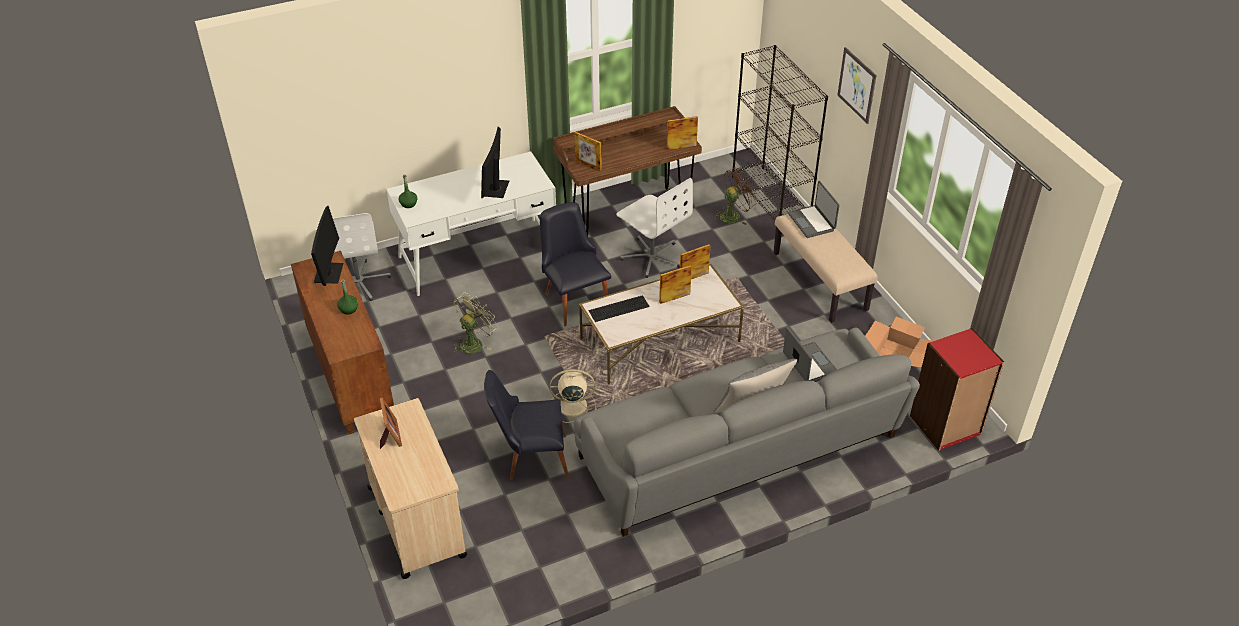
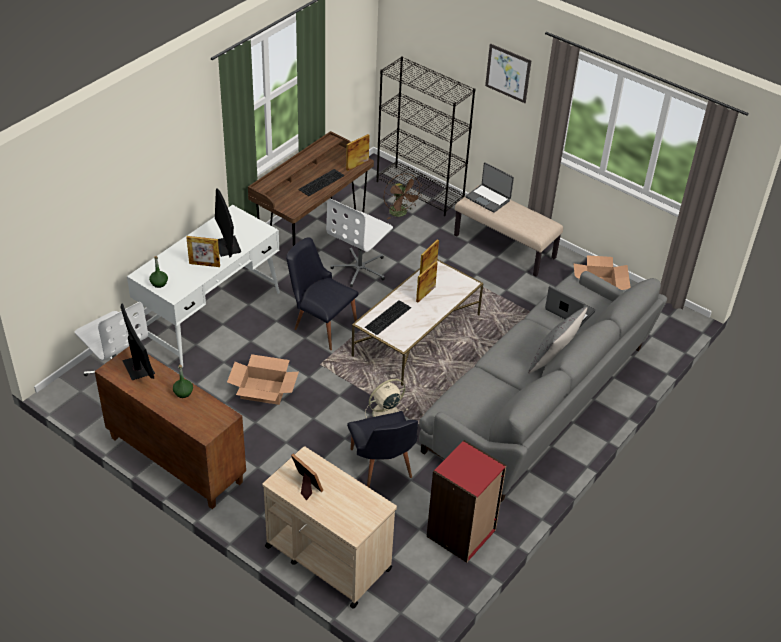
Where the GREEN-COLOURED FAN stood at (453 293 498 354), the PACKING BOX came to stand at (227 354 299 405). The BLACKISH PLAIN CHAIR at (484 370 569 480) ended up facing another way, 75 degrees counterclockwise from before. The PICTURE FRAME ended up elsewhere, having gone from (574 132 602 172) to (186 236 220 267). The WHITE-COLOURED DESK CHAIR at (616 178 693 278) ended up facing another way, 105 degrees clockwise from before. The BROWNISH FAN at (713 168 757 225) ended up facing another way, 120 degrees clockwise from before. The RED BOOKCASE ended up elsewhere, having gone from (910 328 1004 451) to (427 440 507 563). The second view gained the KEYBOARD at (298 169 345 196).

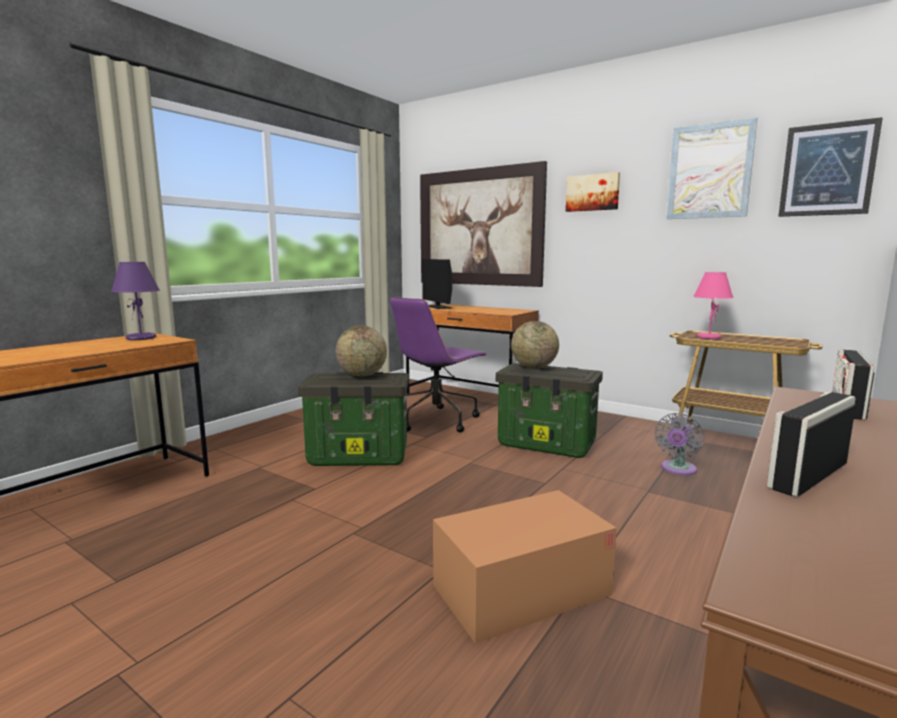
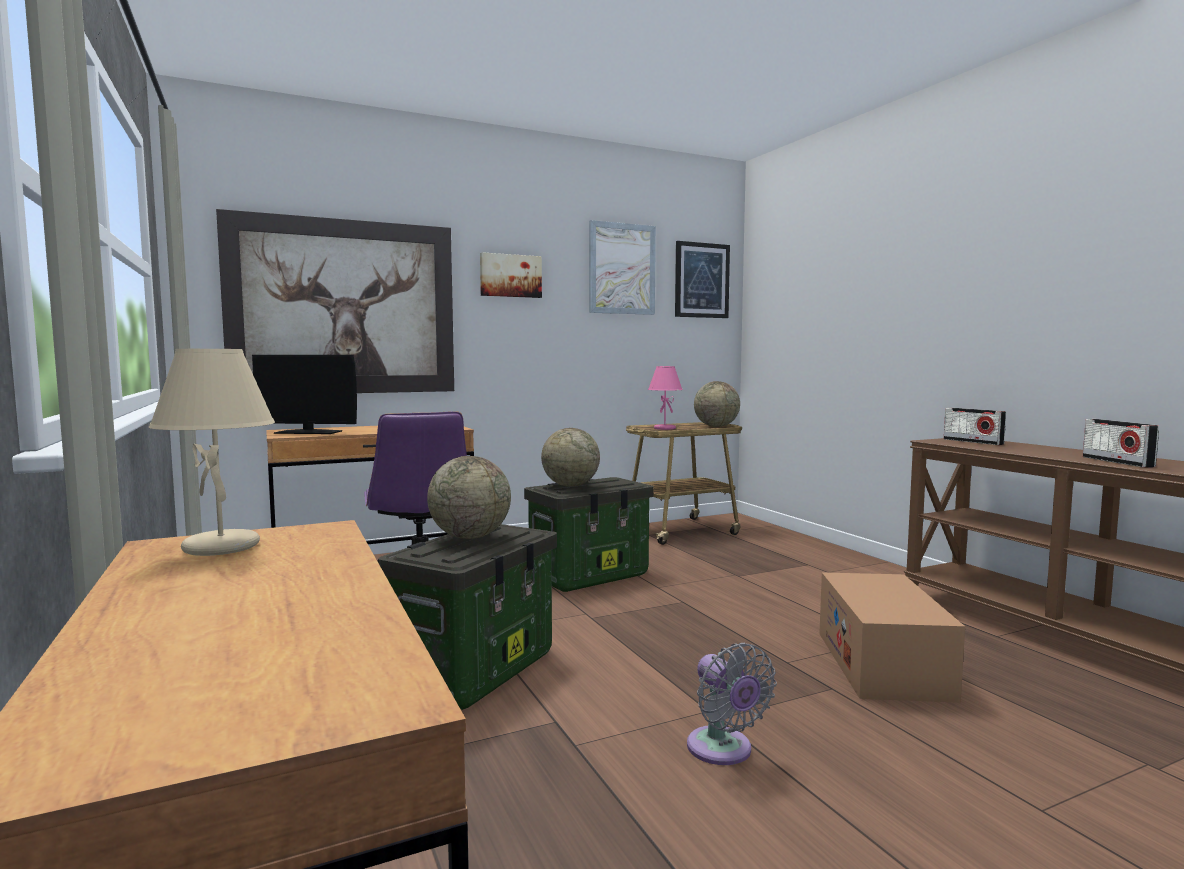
What was the PURPLE-COLOURED LAMP FOR A TABLE at (111 262 160 340) turned into the BEIGE LAMP FOR A TABLE at (149 349 275 556). The GREY FAN ended up elsewhere, having gone from (655 413 704 475) to (687 643 777 765). The second view gained the DESK GLOBE at (694 381 740 427).

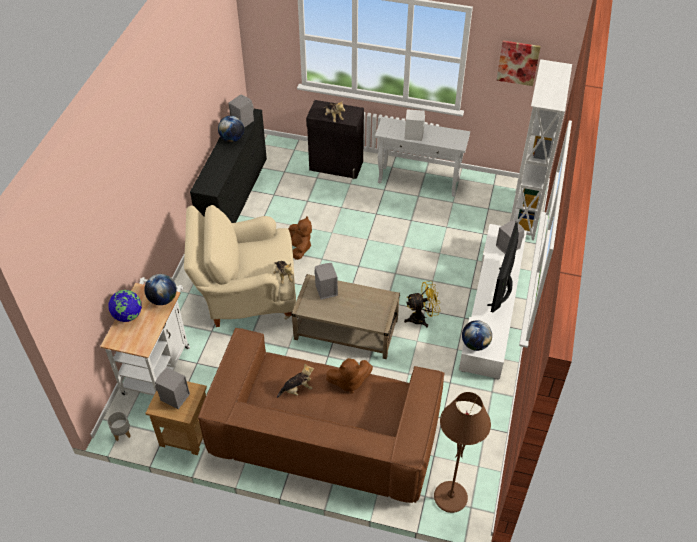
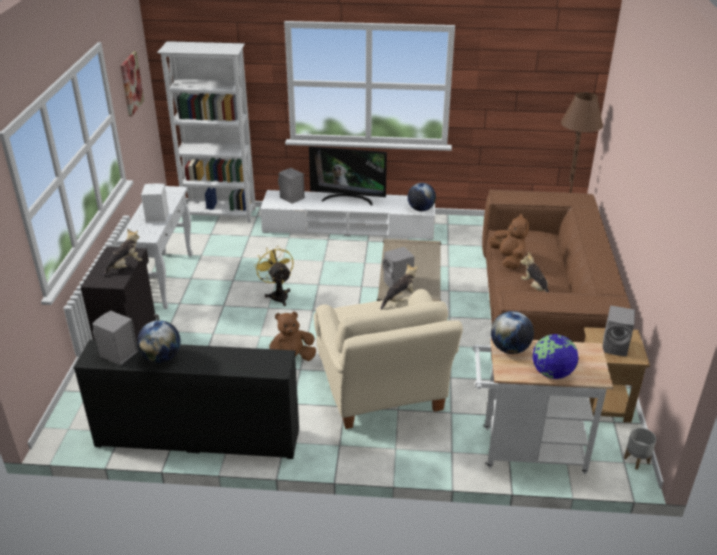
The YELLOW FAN ended up elsewhere, having gone from (404 281 440 327) to (254 246 294 306).

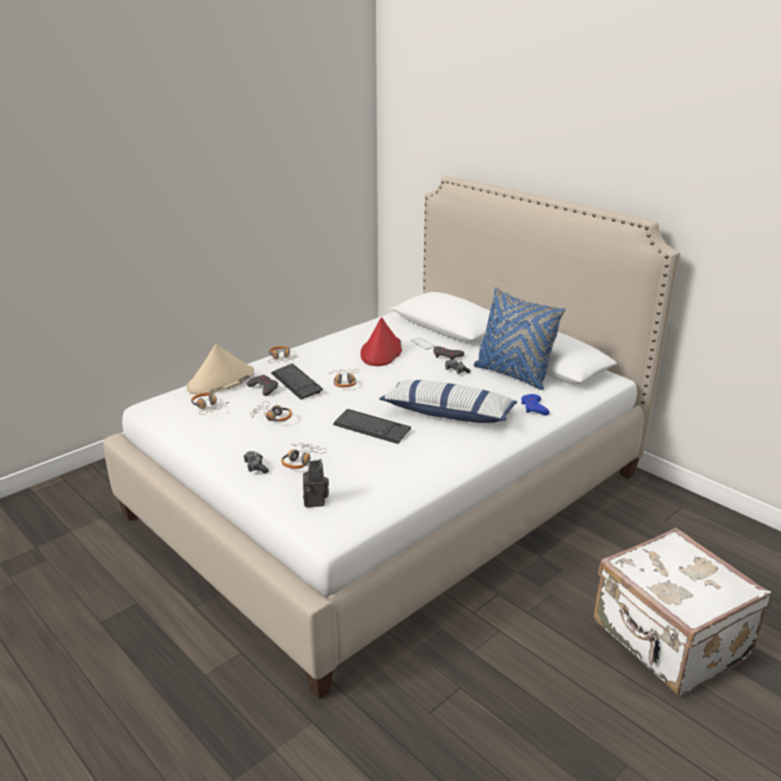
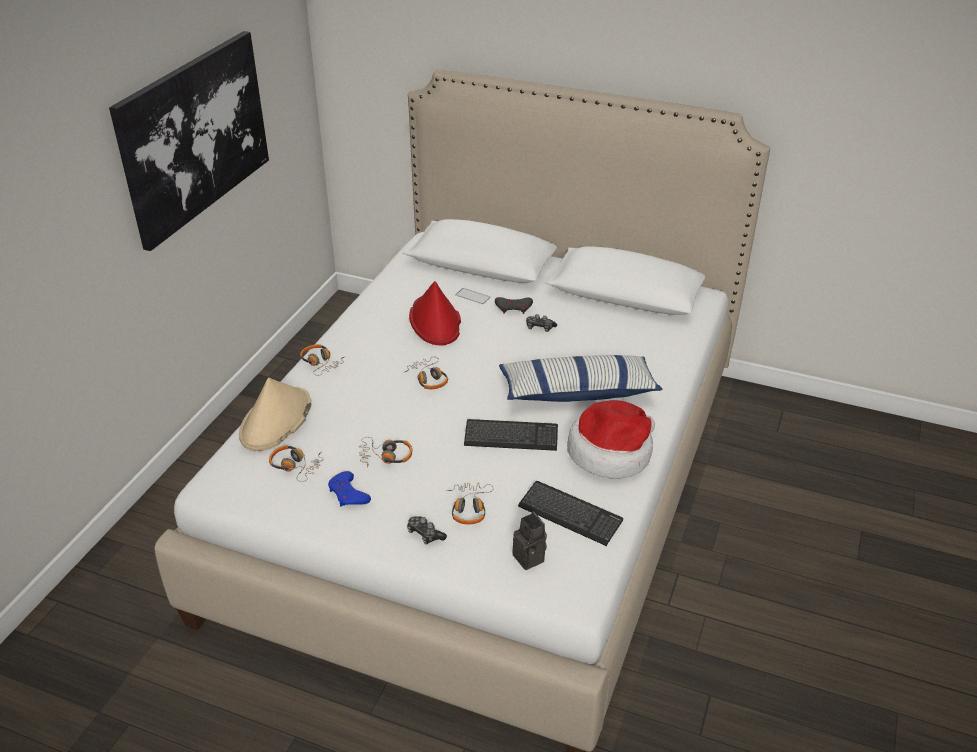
The second view lost the GREY GAME CONTROLLER at (247 375 278 396). The KEYBOARD ended up elsewhere, having gone from (271 364 323 400) to (518 481 623 546). The second view lost the BLUE-COLOURED THROW PILLOW at (473 287 566 390). The BLUE-COLOURED GAME CONTROLLER ended up elsewhere, having gone from (521 394 550 415) to (328 471 371 507). The second view lost the WHITE-COLOURED TRAVEL CASE at (594 528 771 696). The second view gained the WALL ART at (109 31 269 251). The second view gained the WEARABLE HAT at (567 400 655 479).

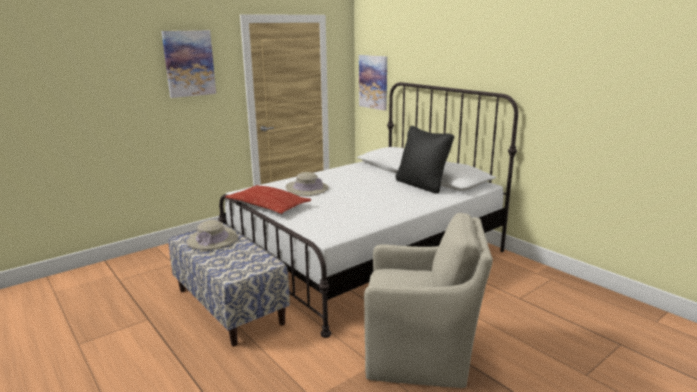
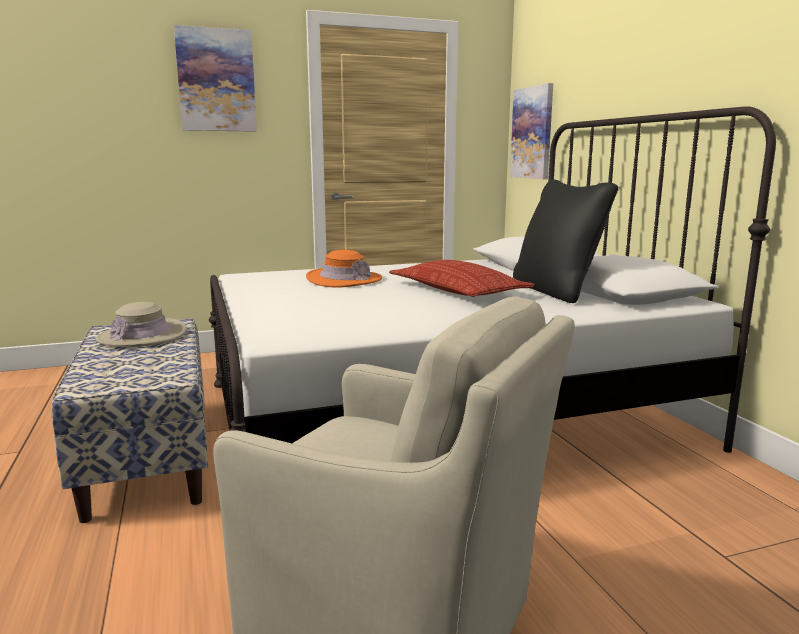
The THROW PILLOW ended up elsewhere, having gone from (225 185 312 214) to (389 260 535 297). What was the BEIGE WEARABLE HAT at (285 172 328 196) turned into the ORANGE-COLOURED WEARABLE HAT at (306 250 382 287).

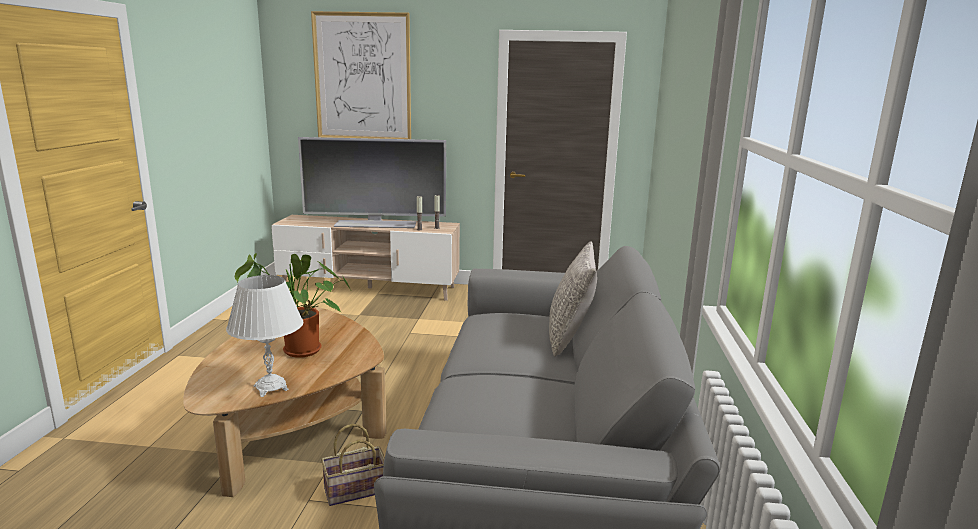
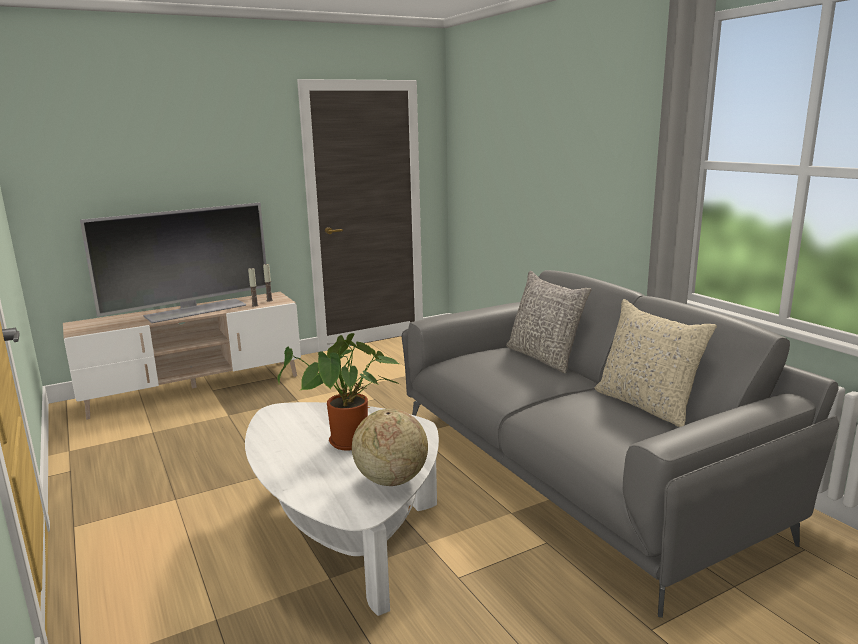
What was the BROWNISH COFFEE TABLE at (183 307 387 497) turned into the WHITE-COLOURED COFFEE TABLE at (245 402 439 616). Where the WHITE-COLOURED LAMP FOR A TABLE stood at (226 275 304 397), the DESK GLOBE came to stand at (352 409 428 486). The second view lost the WALL ART at (311 11 411 139). The second view lost the BASKET at (321 424 385 506). The second view gained the BEIGE THROW PILLOW at (595 299 717 427).

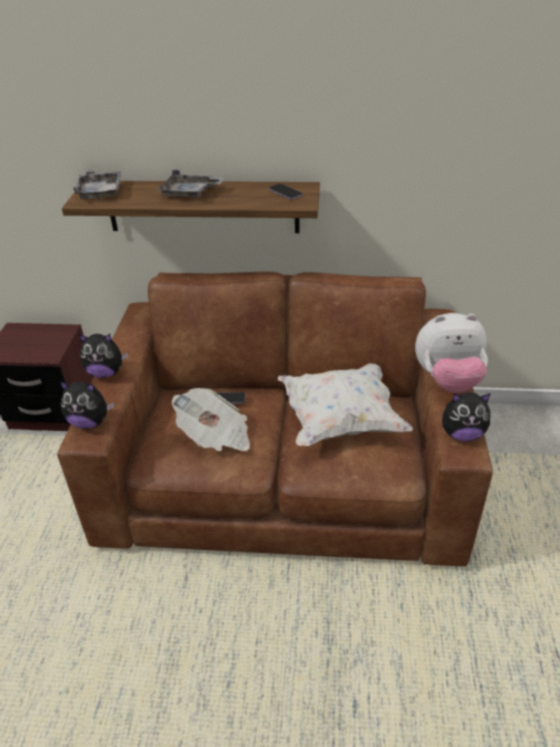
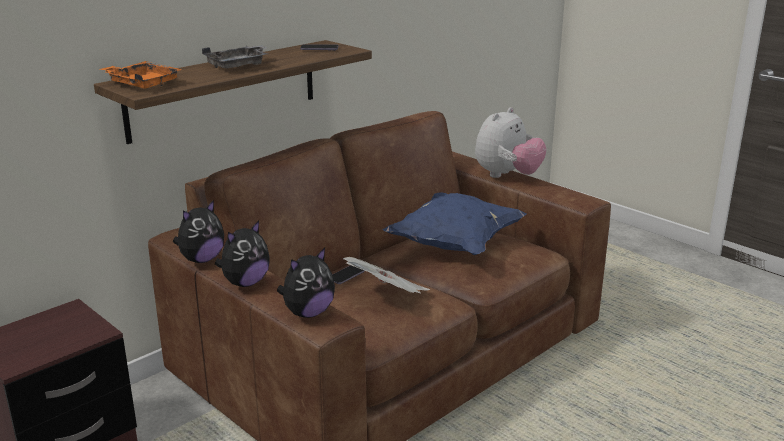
What was the GREY TRAY at (74 170 121 199) turned into the ORANGE-COLOURED TRAY at (100 61 183 89). What was the WHITE-COLOURED THROW PILLOW at (278 364 413 446) turned into the BLUE-COLOURED THROW PILLOW at (382 193 527 255). The CUDDLY TOY ended up elsewhere, having gone from (442 392 491 442) to (173 200 224 263).

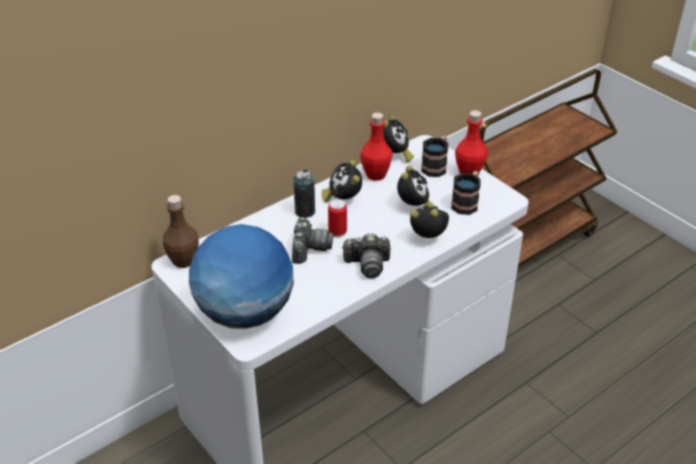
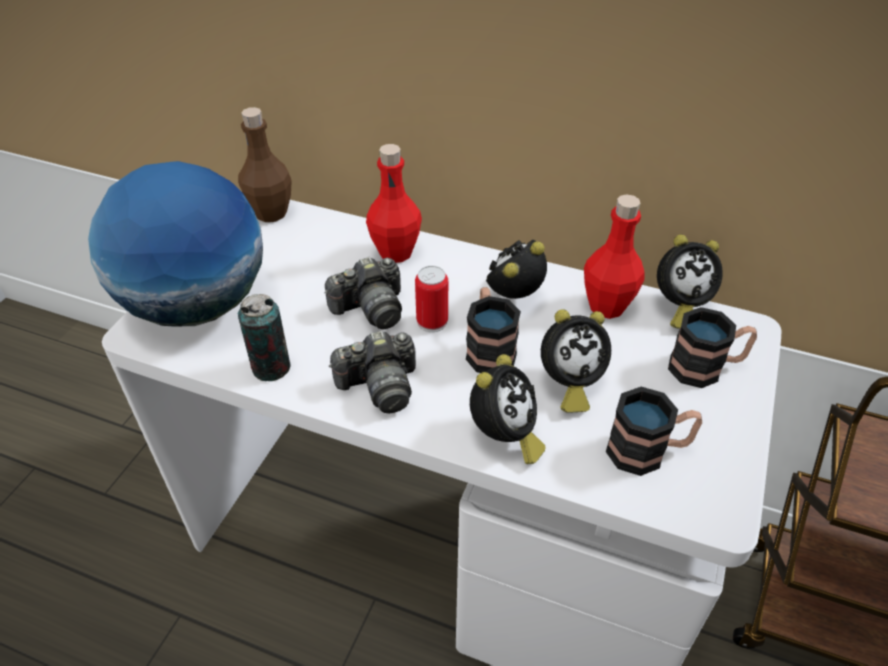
The SEALED CAN ended up elsewhere, having gone from (294 170 315 218) to (237 294 291 381). The STILL CAMERA at (342 233 390 278) ended up facing another way, 75 degrees counterclockwise from before. The TABLE CLOCK at (410 206 449 238) ended up facing another way, 45 degrees clockwise from before. The RED DRINK BOTTLE ended up elsewhere, having gone from (455 110 488 174) to (366 144 422 263). The second view gained the COFFEE MUG at (466 287 521 373).

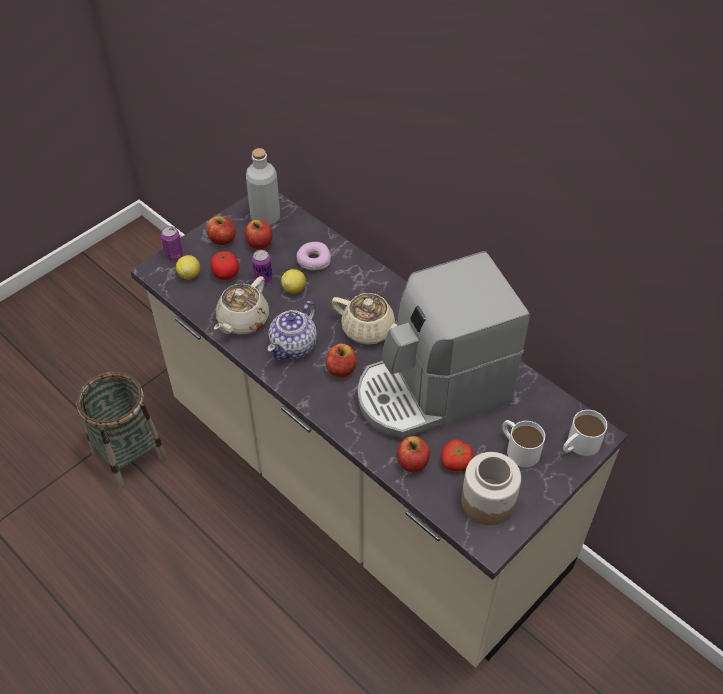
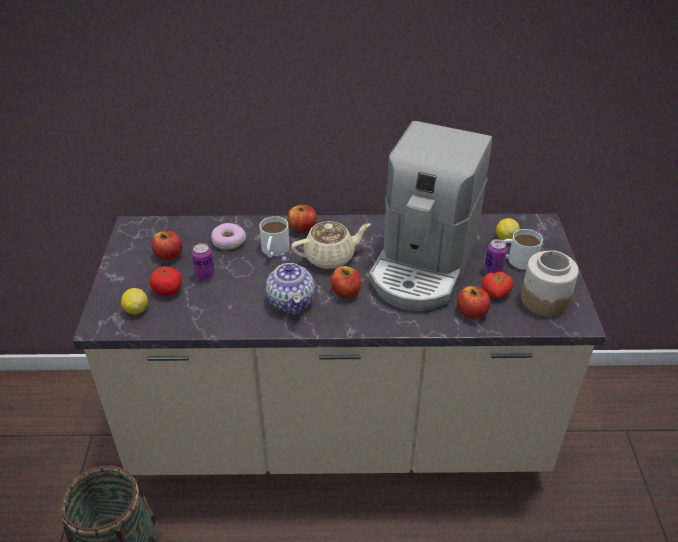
The SEALED CAN ended up elsewhere, having gone from (161 226 183 261) to (484 239 507 274). The APPLE FRUIT ended up elsewhere, having gone from (206 216 236 245) to (287 205 317 233). The second view lost the BEIGE TEA POT at (214 276 269 335). The second view lost the GREY DRINK BOTTLE at (246 148 280 226). The LEMON ended up elsewhere, having gone from (281 269 306 294) to (496 218 520 240). The WHITE-COLOURED COFFEE MUG ended up elsewhere, having gone from (563 410 607 456) to (259 216 290 258).

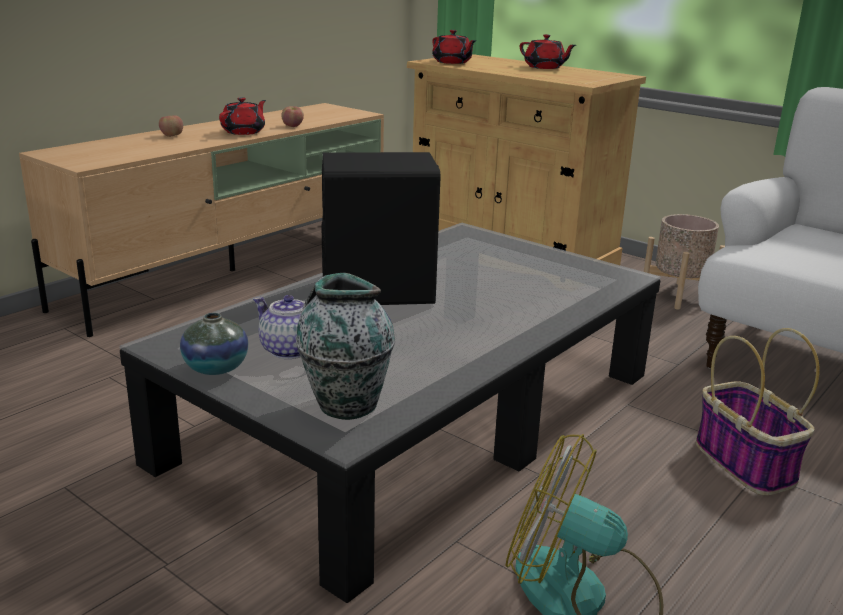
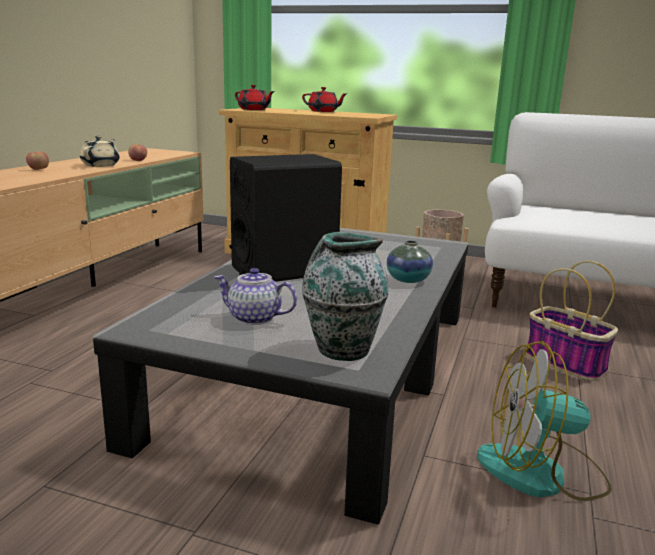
The VASE ended up elsewhere, having gone from (180 313 248 375) to (387 240 433 283). What was the RED TEA POT at (219 97 266 135) turned into the BEIGE TEA POT at (80 136 120 167).

